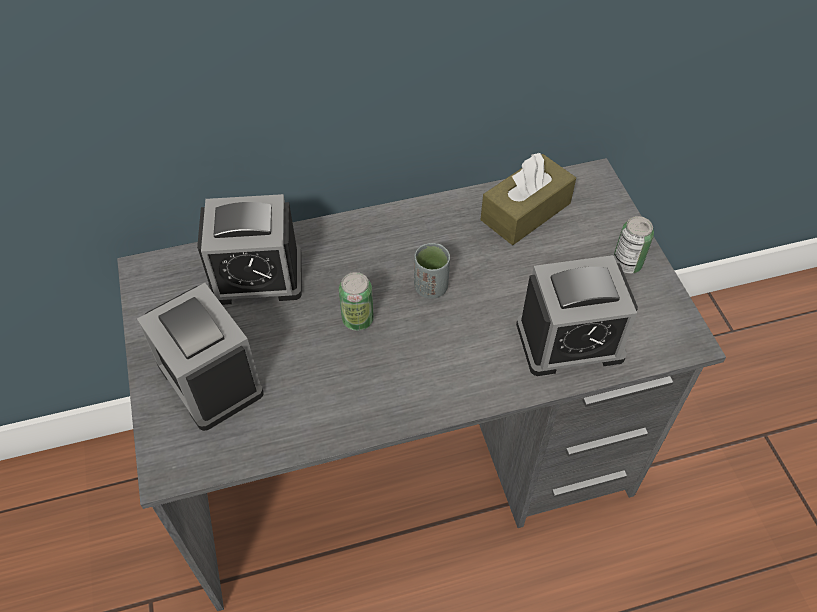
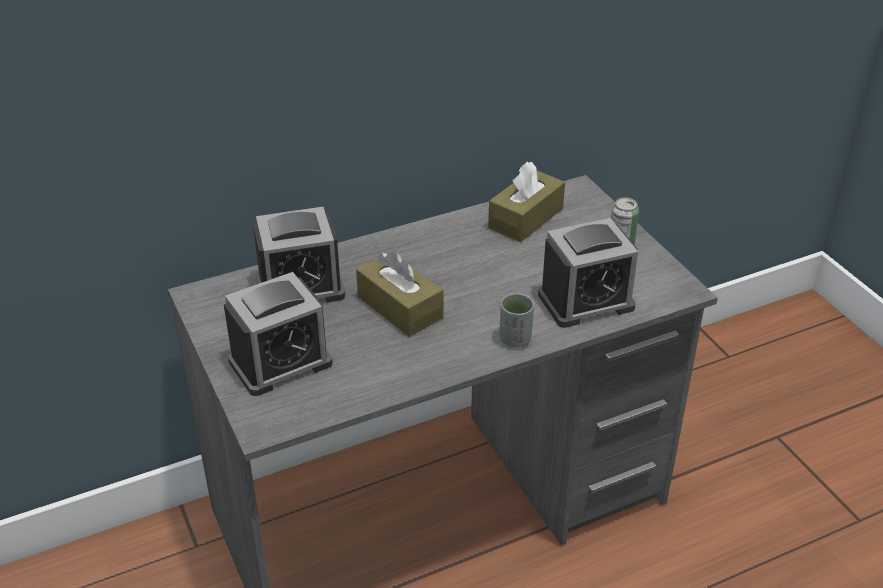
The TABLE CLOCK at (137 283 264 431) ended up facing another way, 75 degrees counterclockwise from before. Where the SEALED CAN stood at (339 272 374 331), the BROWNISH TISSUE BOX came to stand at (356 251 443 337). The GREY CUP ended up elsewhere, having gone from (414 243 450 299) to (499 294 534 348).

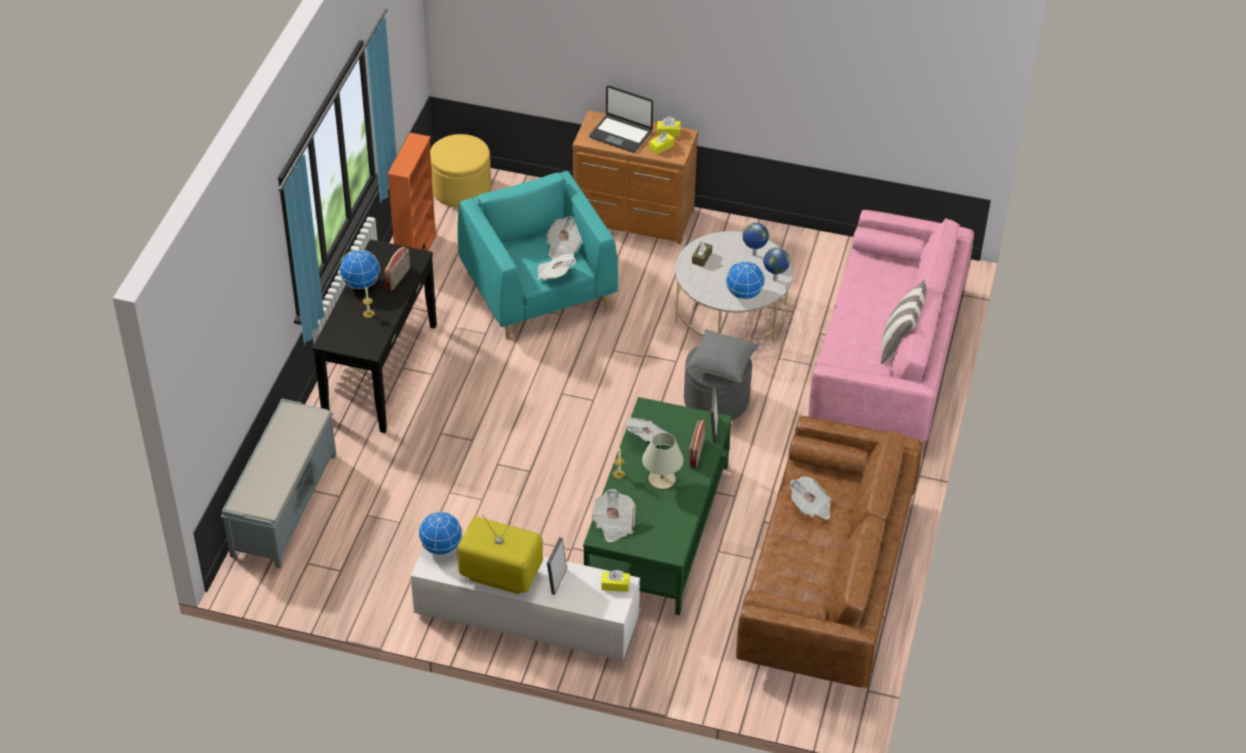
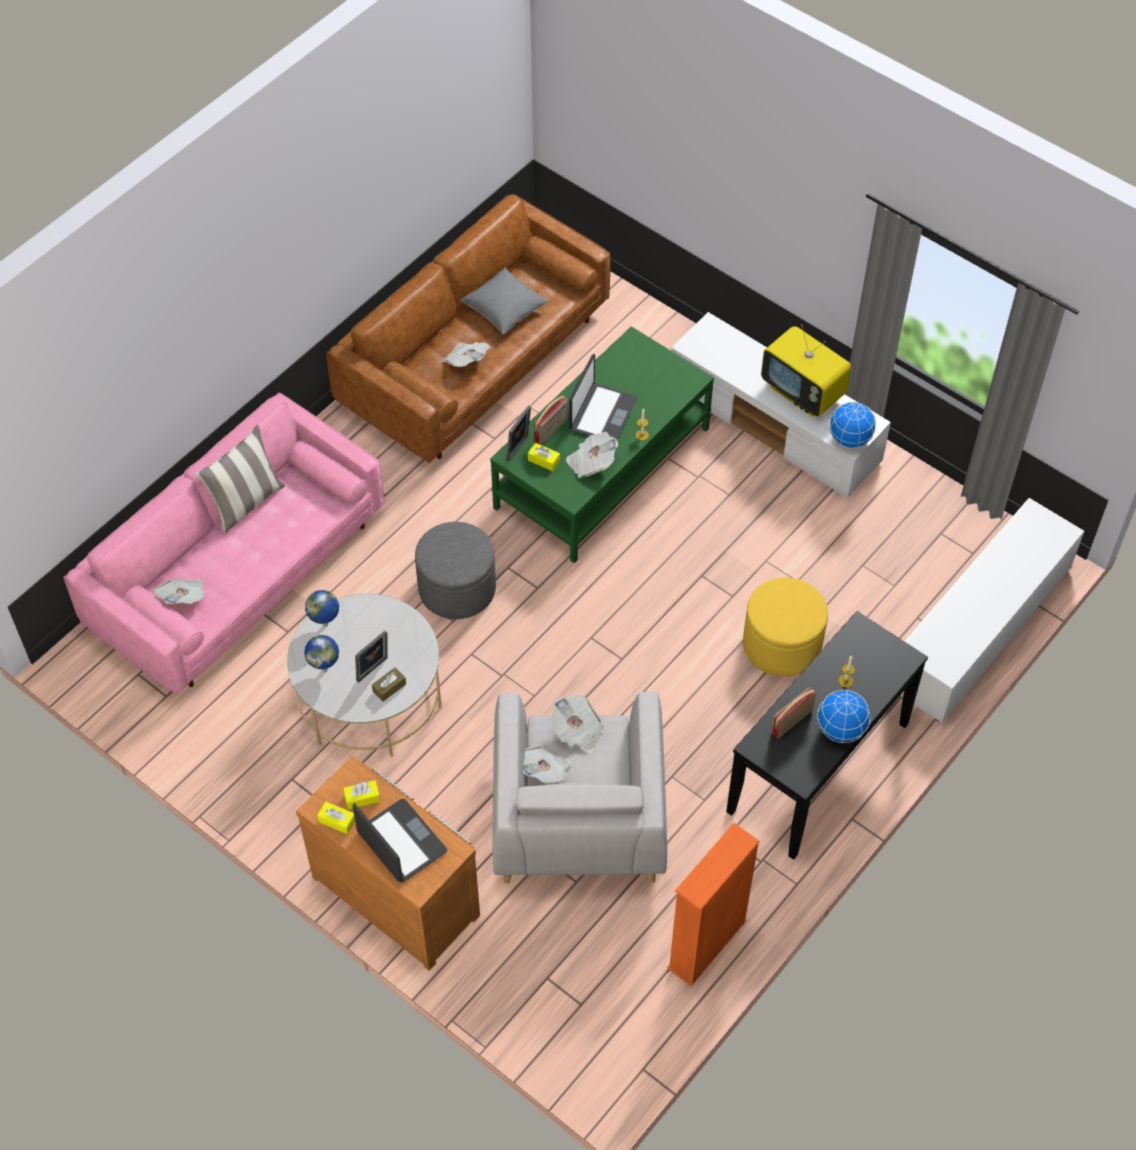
Where the GREY BENCH stood at (221 399 336 568), the WHITE-COLOURED TV UNIT came to stand at (900 498 1084 723). The YELLOW OTTOMAN ended up elsewhere, having gone from (430 134 491 208) to (743 577 828 677). What was the TURQUOISE EASY CHAIR at (457 171 618 340) turned into the GREY EASY CHAIR at (492 692 667 884). The PICTURE FRAME ended up elsewhere, having gone from (547 537 567 595) to (355 631 388 683). The DAILY PAPER ended up elsewhere, having gone from (592 489 636 543) to (154 578 206 604). The YELLOW TISSUE BOX ended up elsewhere, having gone from (601 570 630 592) to (528 443 560 471). Where the BEIGE LAMP FOR A TABLE stood at (642 432 684 489), the NOTEBOOK COMPUTER came to stand at (569 354 637 440). The GREY THROW PILLOW ended up elsewhere, having gone from (686 329 759 383) to (460 267 549 334). The second view lost the DESK GLOBE at (726 261 765 300).

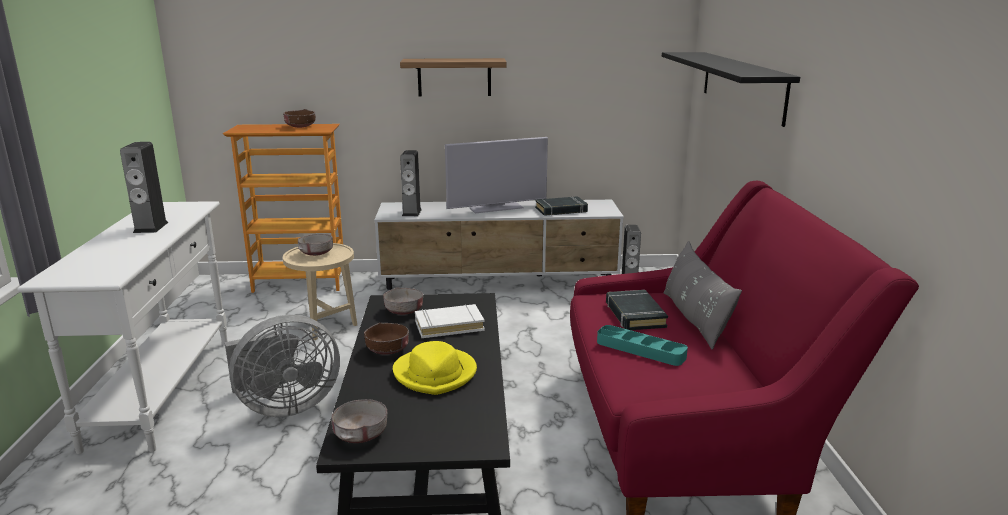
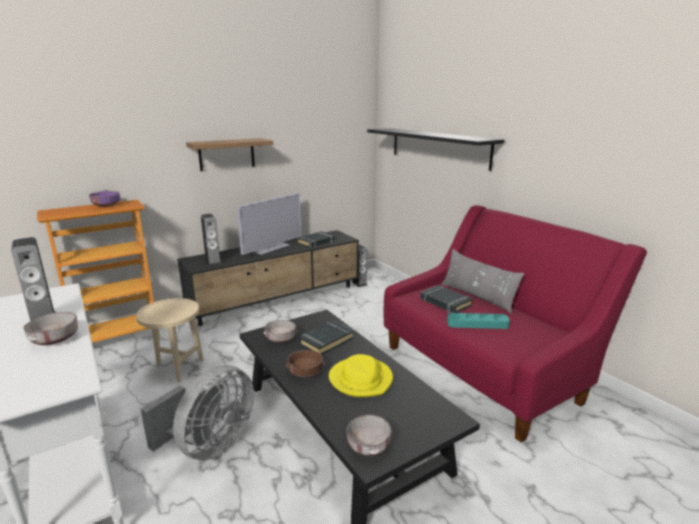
What was the BROWNISH DEEP DISH at (283 109 316 128) turned into the PURPLE-COLOURED DEEP DISH at (89 190 120 207). The GREY DEEP DISH ended up elsewhere, having gone from (298 234 333 256) to (23 312 78 345). What was the WHITE-COLOURED TV UNIT at (374 200 624 290) turned into the BLACKISH TV UNIT at (177 230 359 326). What was the WHITE-COLOURED BOUND BOOK at (415 304 485 338) turned into the BLACKISH BOUND BOOK at (299 321 354 355).

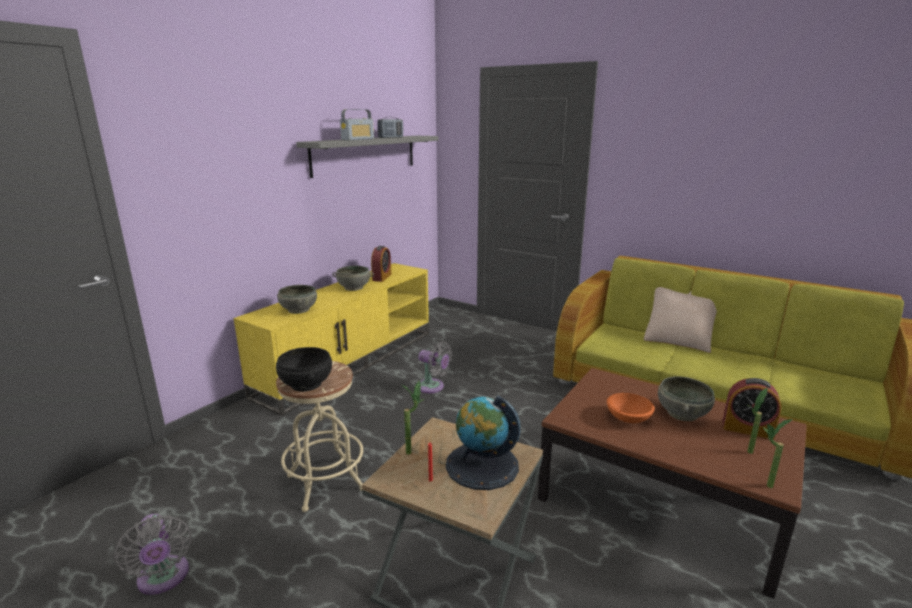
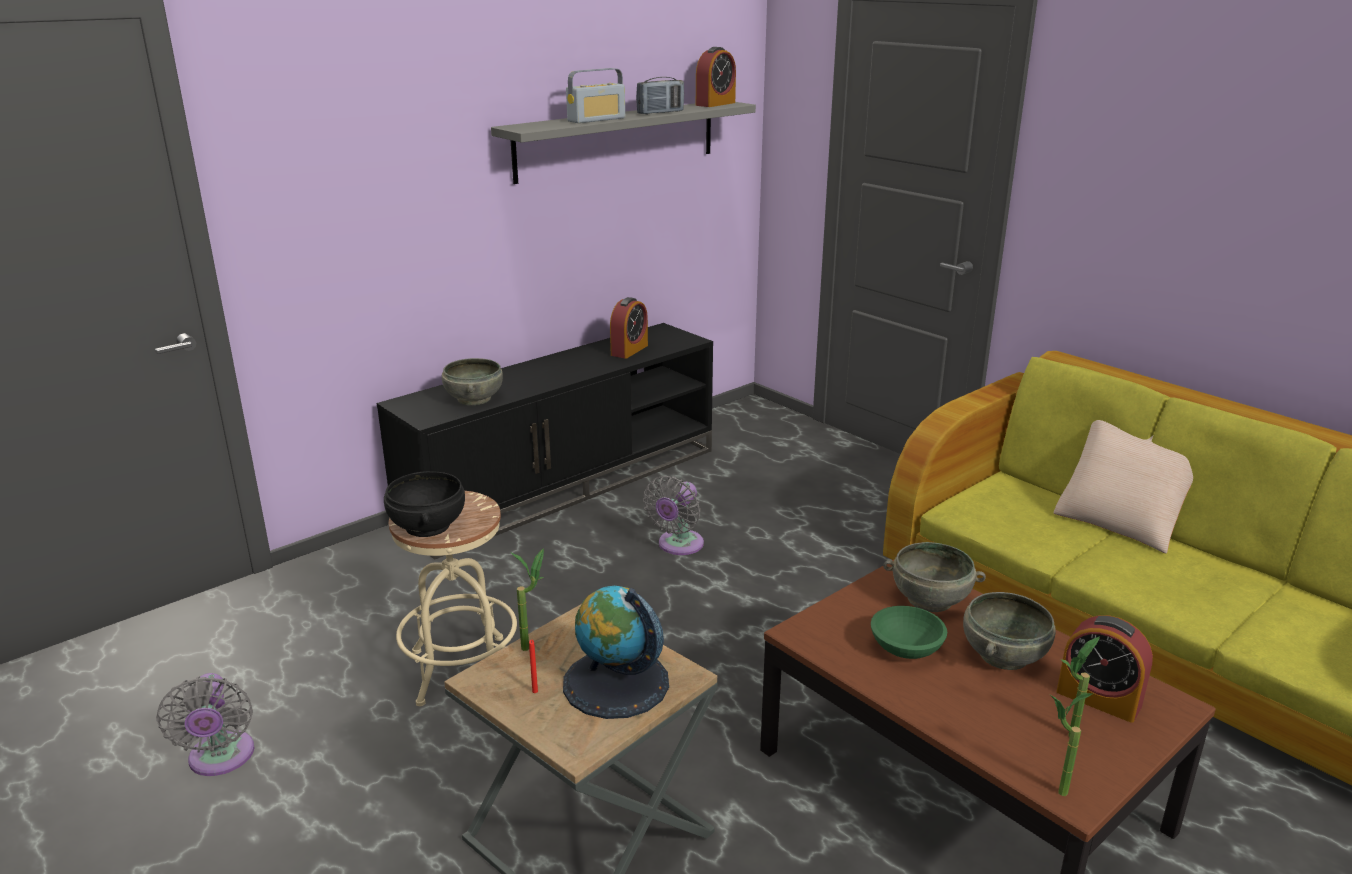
What was the YELLOW TV UNIT at (233 263 429 416) turned into the BLACKISH TV UNIT at (377 323 713 560). The GREY DEEP DISH ended up elsewhere, having gone from (332 266 374 291) to (884 542 986 612). The GREY FAN at (418 342 452 393) ended up facing another way, 75 degrees clockwise from before. What was the ORANGE-COLOURED DEEP DISH at (607 393 655 423) turned into the GREEN-COLOURED DEEP DISH at (871 606 947 659). The second view gained the TABLE CLOCK at (696 47 736 107).

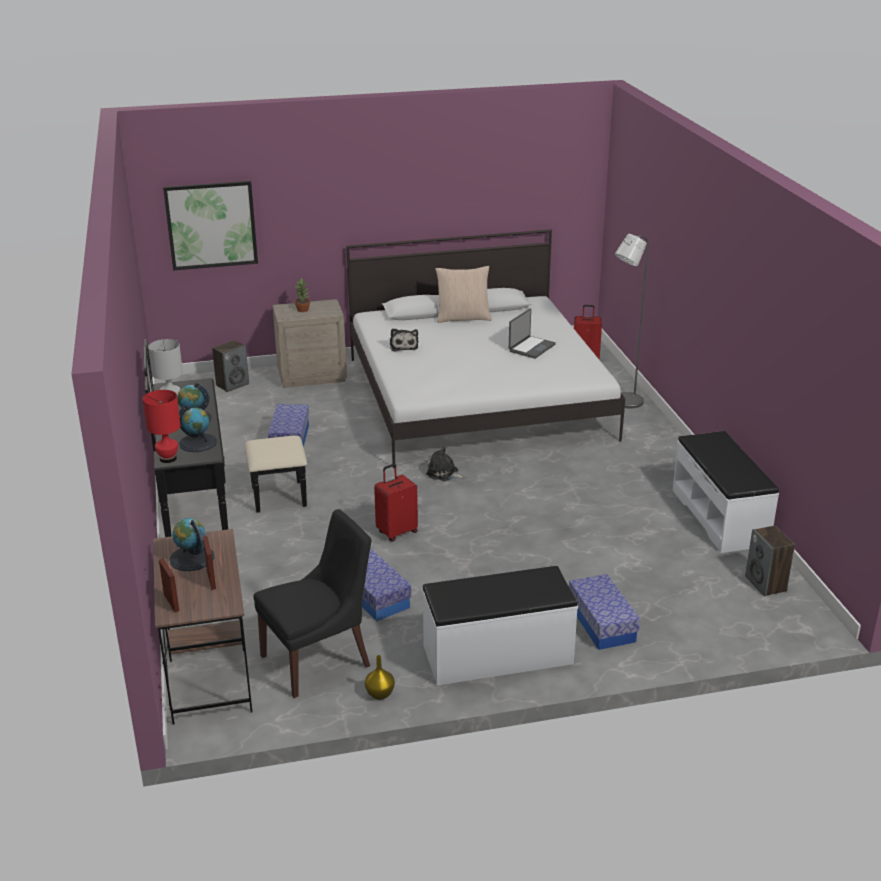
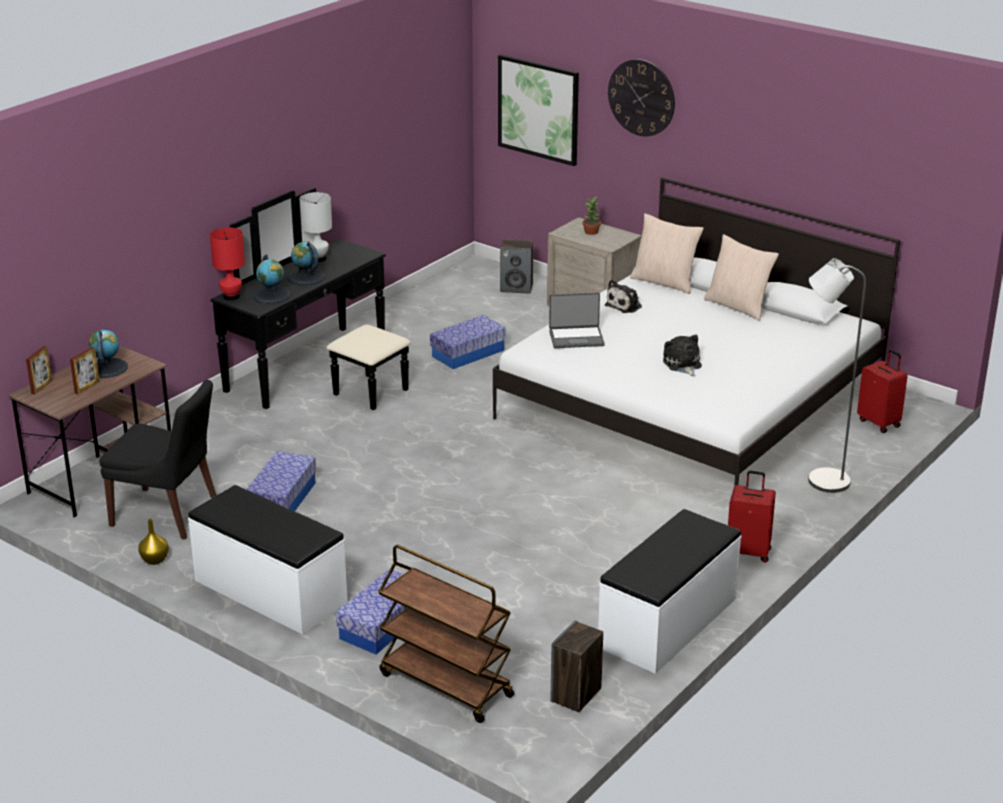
The RED TRAVEL CASE ended up elsewhere, having gone from (374 464 418 541) to (728 471 776 563). The CUDDLY TOY ended up elsewhere, having gone from (426 446 465 481) to (663 334 702 377). The NOTEBOOK COMPUTER ended up elsewhere, having gone from (509 309 556 359) to (549 292 605 348). The second view gained the BROWNISH TROLLEY at (378 545 514 723). The second view gained the WALL CLOCK at (608 59 675 136). The second view gained the BEIGE THROW PILLOW at (630 213 704 294).

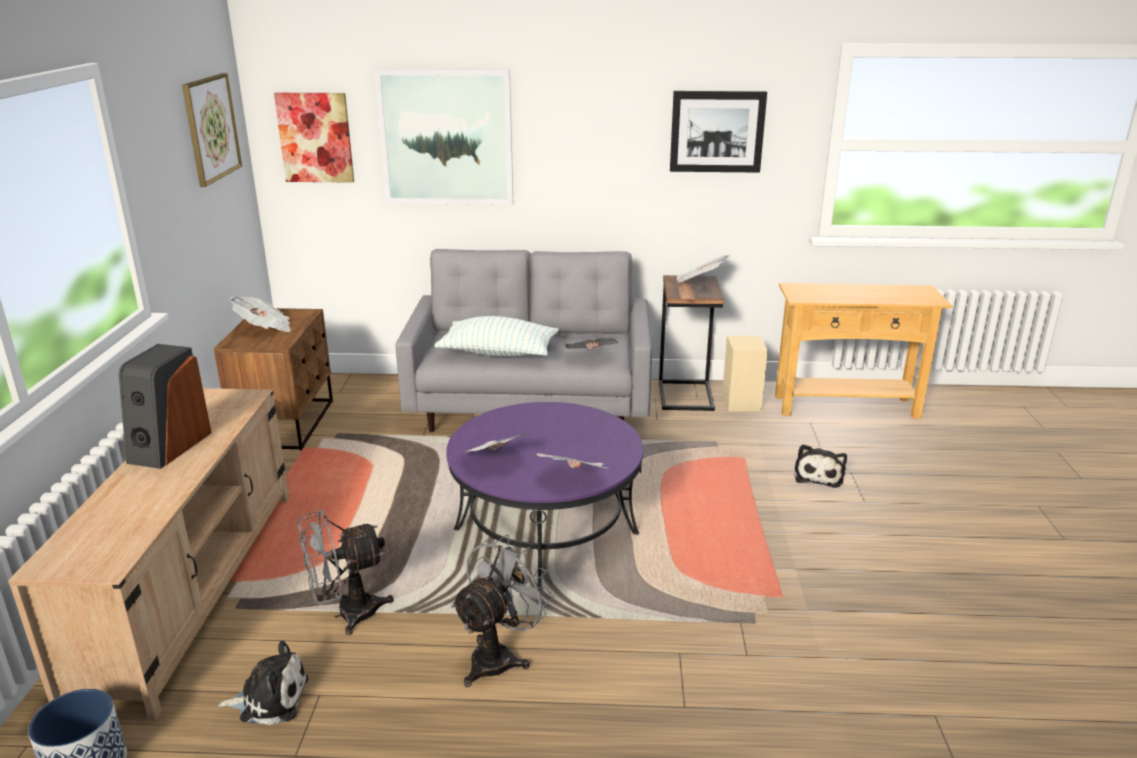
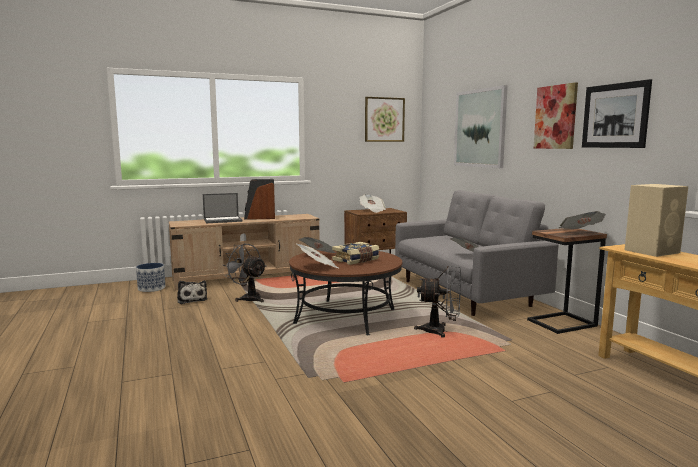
The WALL ART ended up elsewhere, having gone from (274 93 354 183) to (534 82 578 149). The second view lost the THROW PILLOW at (434 316 559 357). What was the PURPLE-COLOURED COFFEE TABLE at (446 402 643 590) turned into the BROWNISH COFFEE TABLE at (289 250 402 335). The GREY FAN ended up elsewhere, having gone from (451 535 554 687) to (414 266 461 338). The BEIGE LOUDSPEAKER ended up elsewhere, having gone from (722 336 768 411) to (625 184 688 257). The second view lost the CUDDLY TOY at (794 444 847 488). The second view gained the NOTEBOOK COMPUTER at (203 193 242 223). The second view gained the BOUND BOOK at (332 242 379 265).

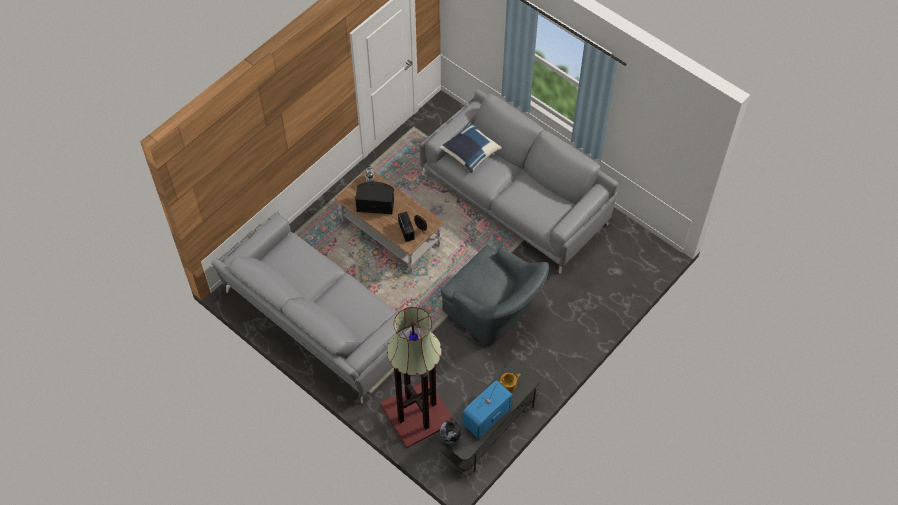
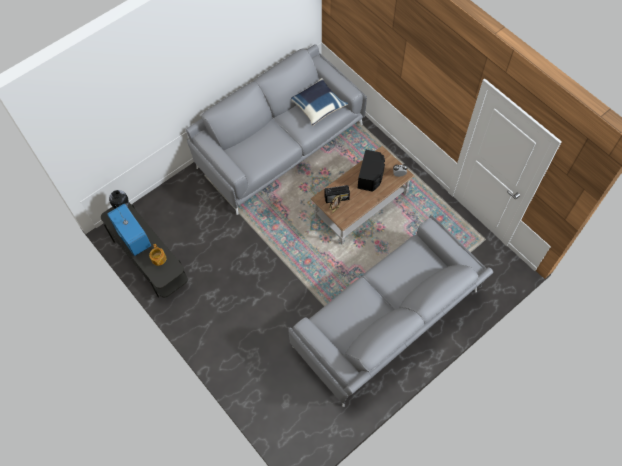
The second view lost the FLOOR LAMP at (380 307 454 448). The BLUE-COLOURED THROW PILLOW ended up elsewhere, having gone from (440 122 502 173) to (291 78 348 126). The second view lost the GREY EASY CHAIR at (441 245 549 344).

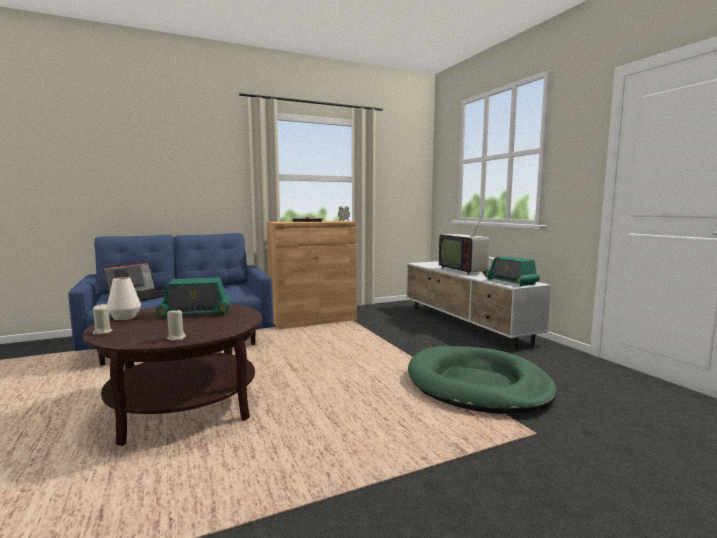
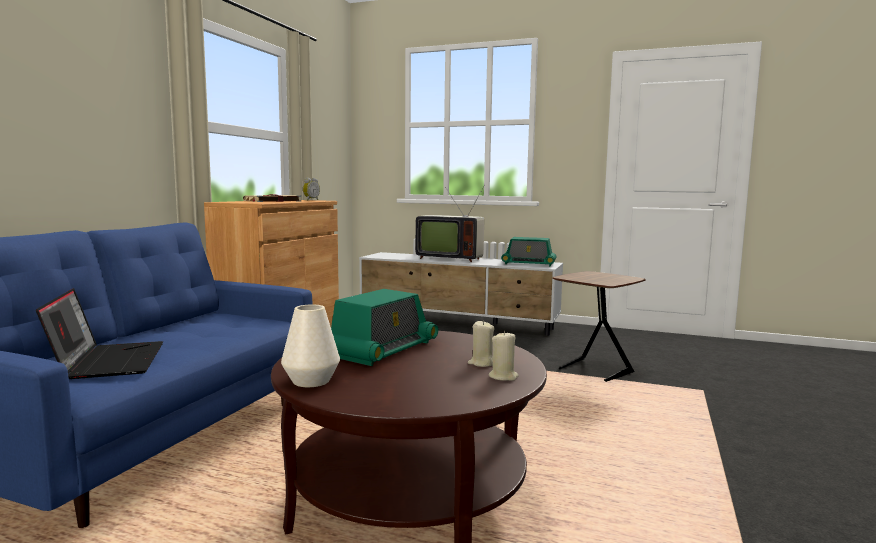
The BEIGE WAX LIGHT ended up elsewhere, having gone from (93 304 112 335) to (468 320 494 367). Where the GREEN-COLOURED DOG CUSHION stood at (408 346 557 414), the BROWNISH SIDE TABLE came to stand at (553 271 646 382).

